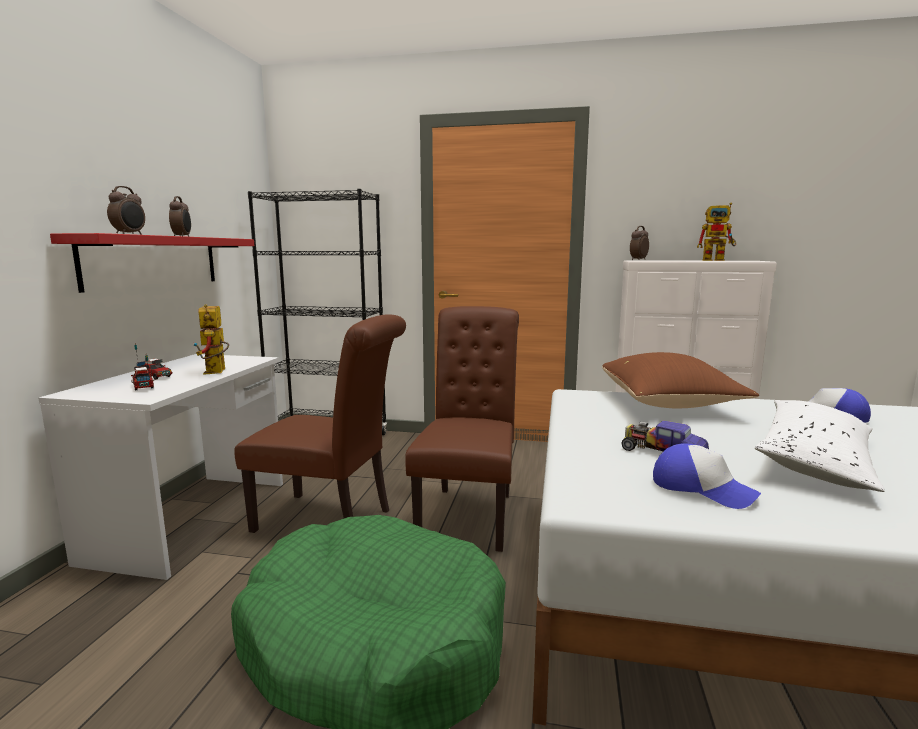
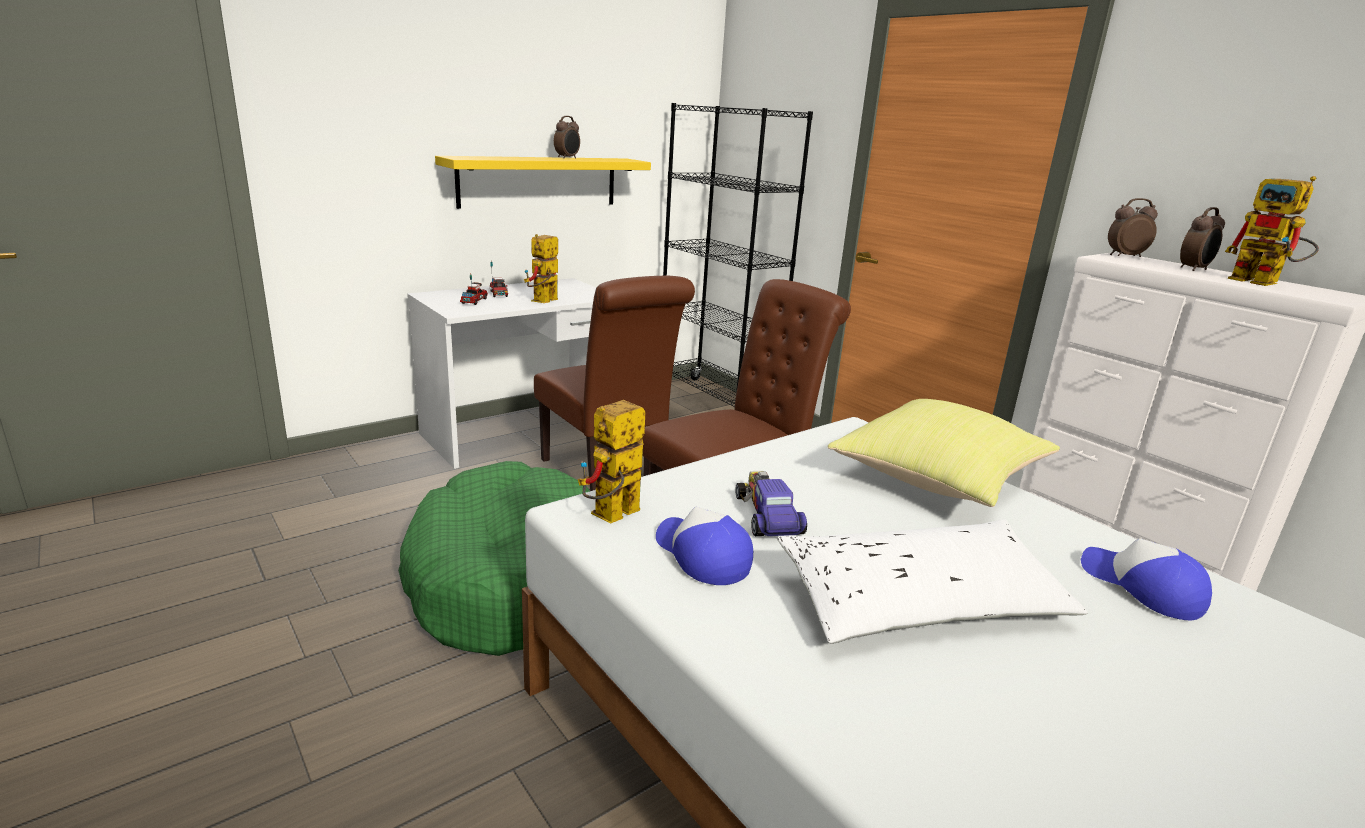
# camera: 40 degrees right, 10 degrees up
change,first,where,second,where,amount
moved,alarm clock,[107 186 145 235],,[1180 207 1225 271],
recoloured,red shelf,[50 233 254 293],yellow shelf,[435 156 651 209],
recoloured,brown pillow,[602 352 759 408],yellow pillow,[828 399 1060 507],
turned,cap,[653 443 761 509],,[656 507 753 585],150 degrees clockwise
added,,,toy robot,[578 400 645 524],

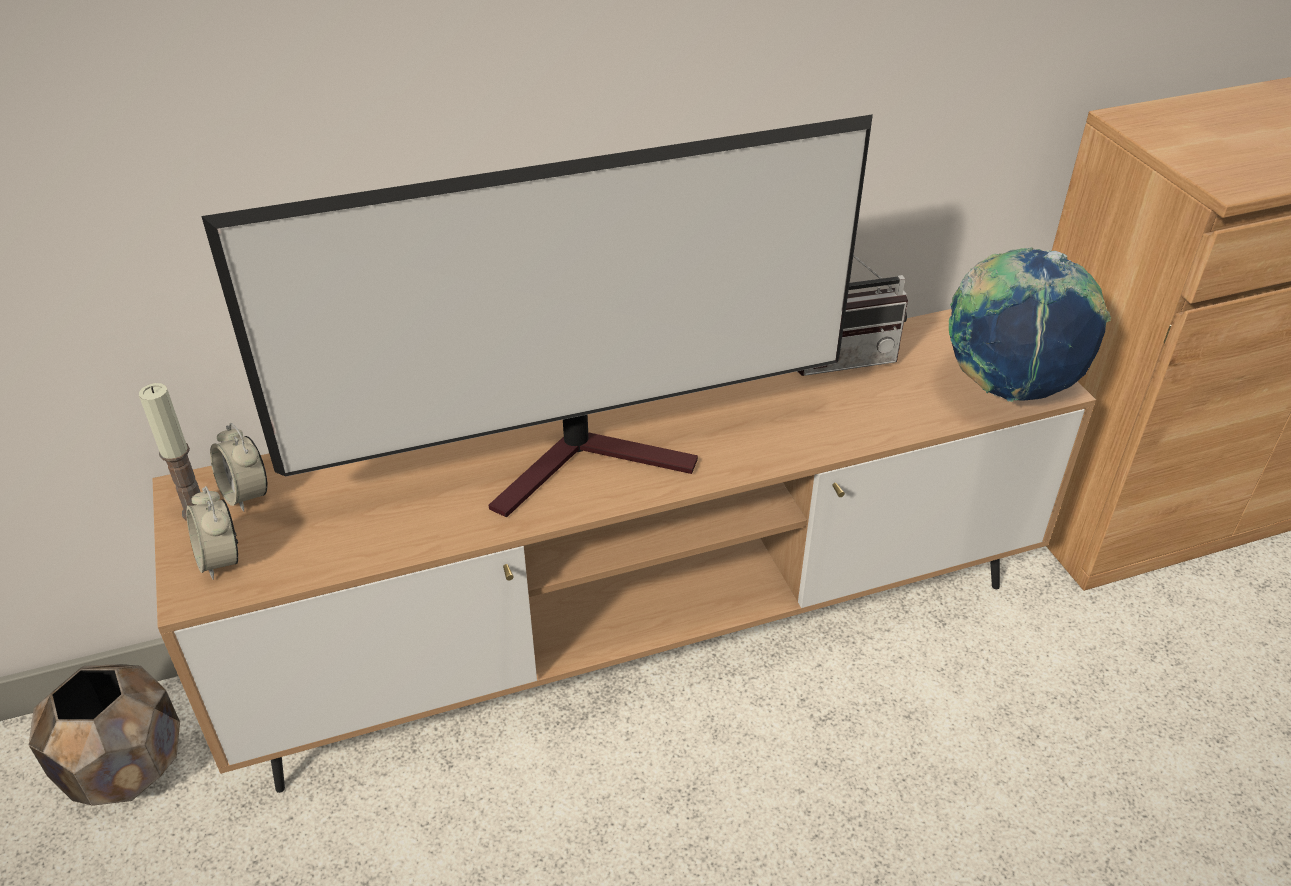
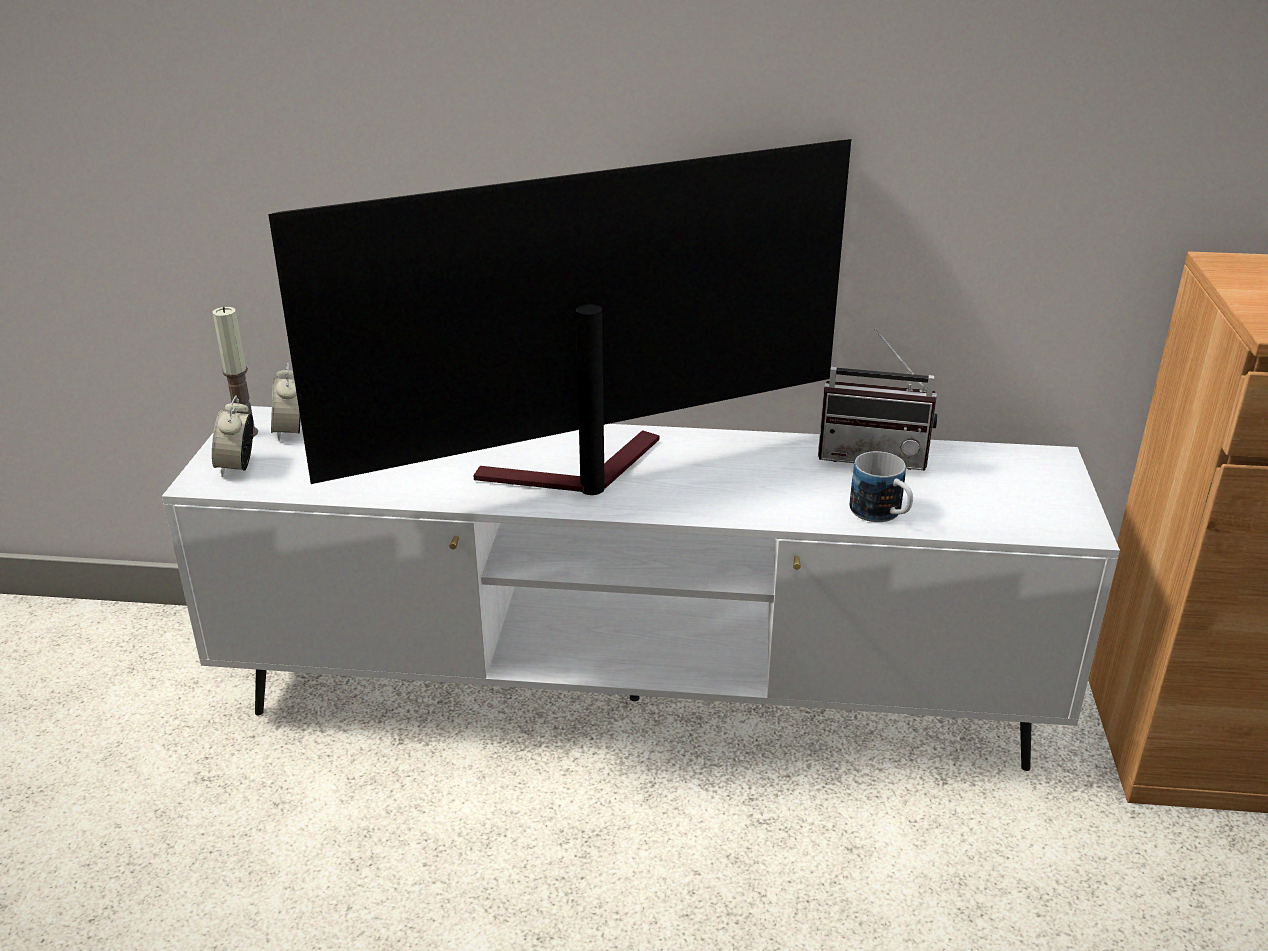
# camera: 25 degrees right, 10 degrees down
change,first,where,second,where,amount
turned,television,[201 114 873 518],,[268 139 851 495],150 degrees clockwise
removed,globe,[949 247 1111 402],,,
recoloured,brown tv stand,[153 309 1096 793],white tv stand,[162 406 1120 771],
removed,brown planter,[29 664 180 806],,,
added,,,mug,[849 451 913 522],

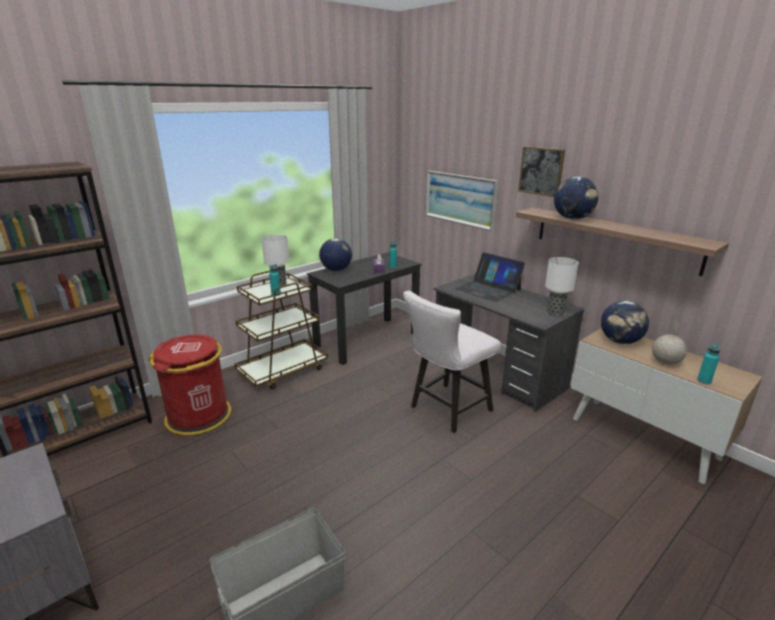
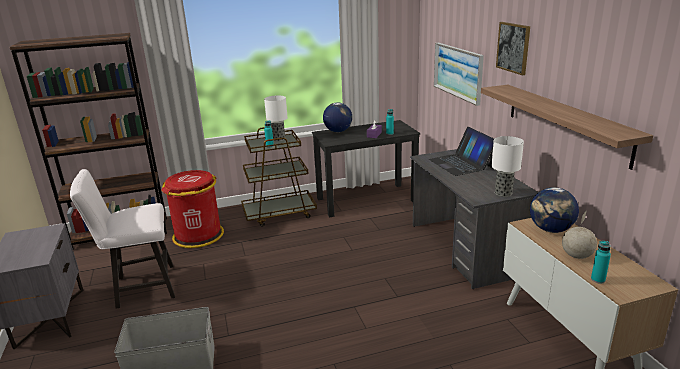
# camera: 25 degrees right, 0 degrees up
change,first,where,second,where,amount
removed,globe,[554 177 599 219],,,
moved,white chair,[403 291 501 433],,[70 169 175 309],

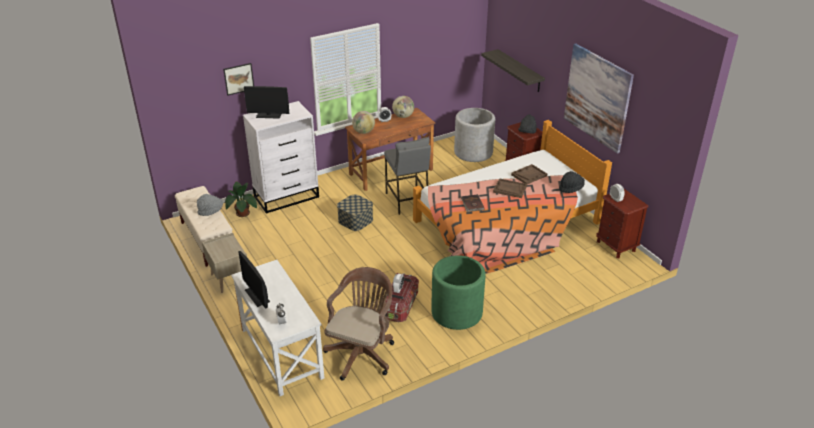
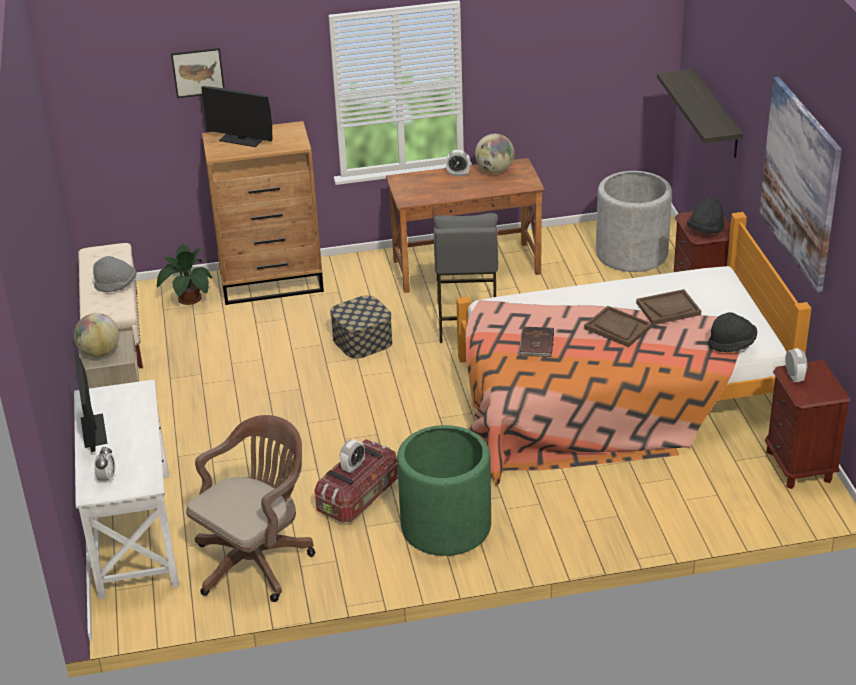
# camera: 20 degrees right, 0 degrees up
change,first,where,second,where,amount
recoloured,white dresser,[243 101 319 214],brown dresser,[202 121 324 305],
moved,globe,[352 111 375 134],,[74 313 119 357],

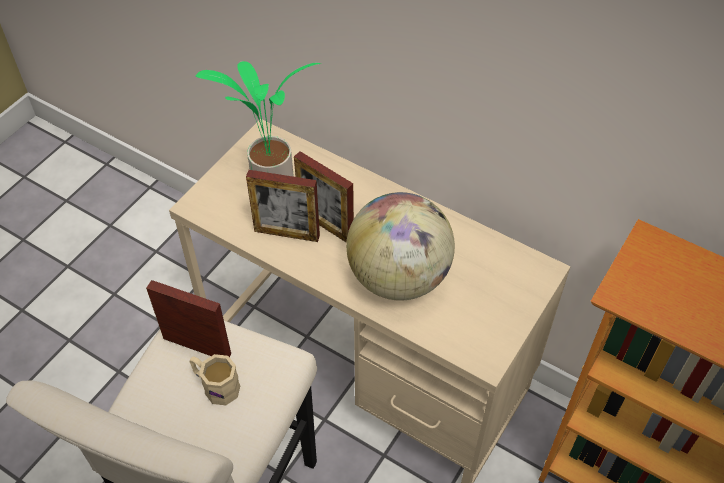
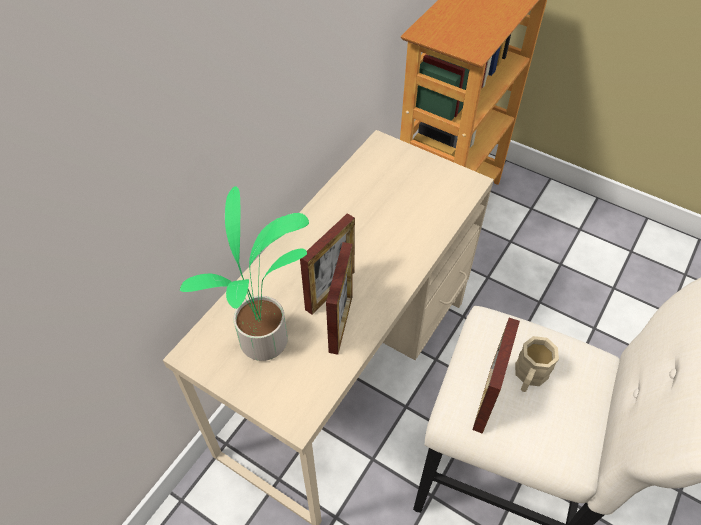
# camera: 90 degrees left, 0 degrees up
change,first,where,second,where,amount
removed,globe,[346 192 455 301],,,

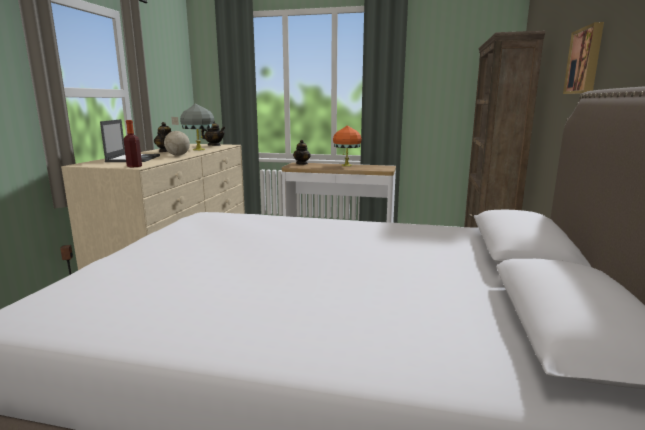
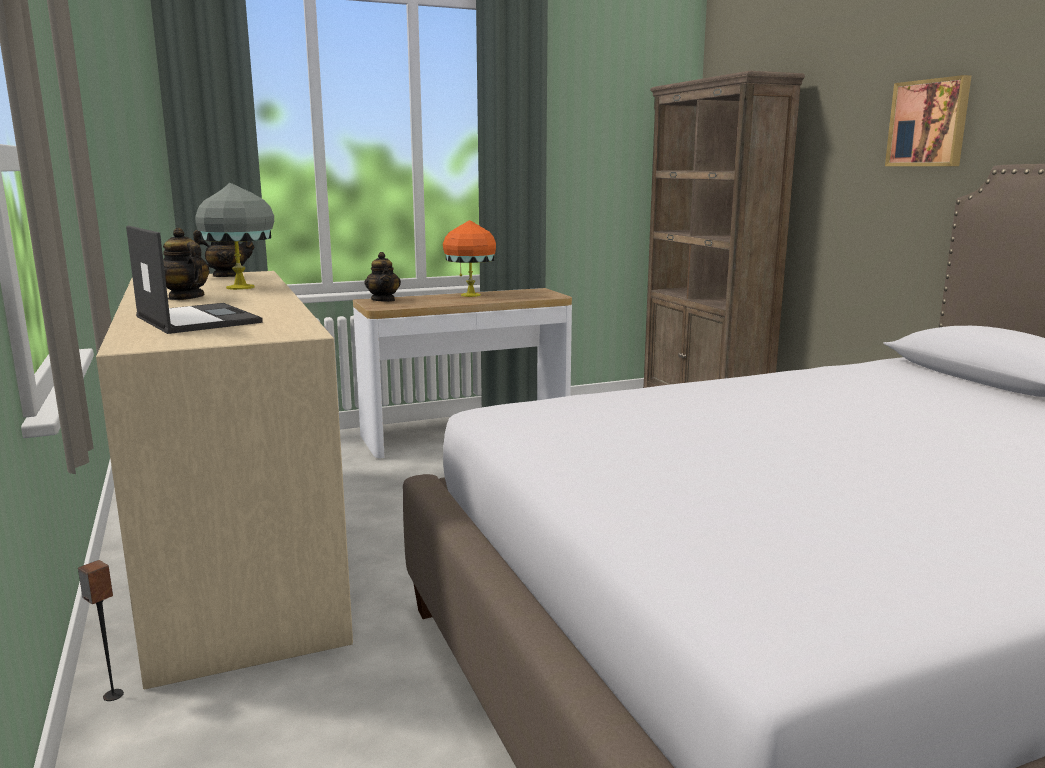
# camera: 35 degrees left, 0 degrees up
change,first,where,second,where,amount
removed,globe,[164 117 190 156],,,
removed,bottle,[124 120 142 167],,,

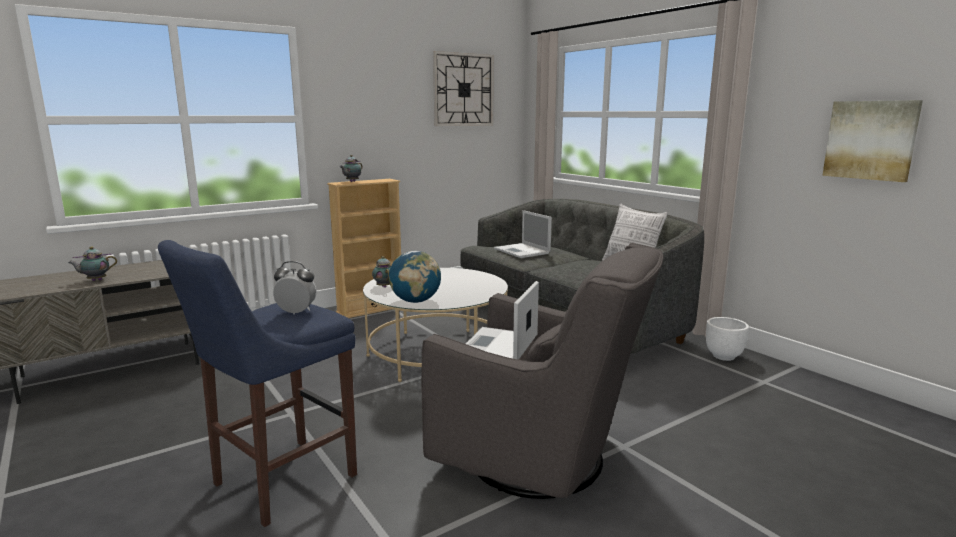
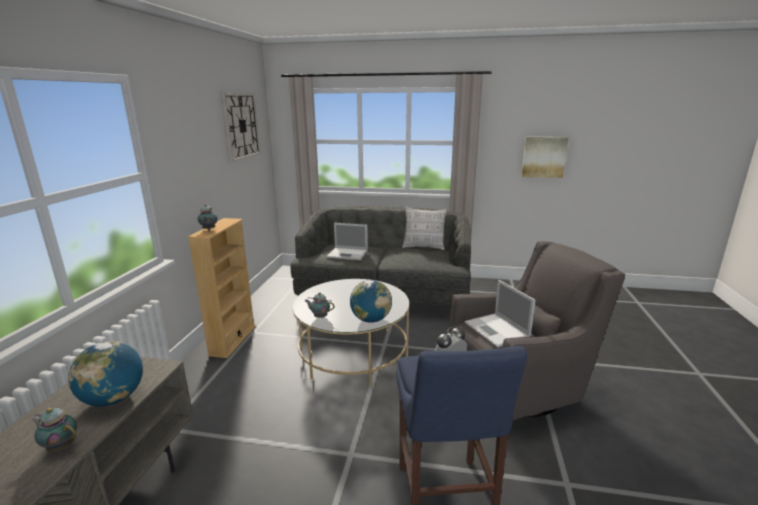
# camera: 45 degrees left, 5 degrees up
change,first,where,second,where,amount
turned,teapot,[68 246 117 281],,[31 408 77 452],90 degrees clockwise
removed,white planter,[706 317 749 361],,,
added,,,globe,[68 341 143 407],

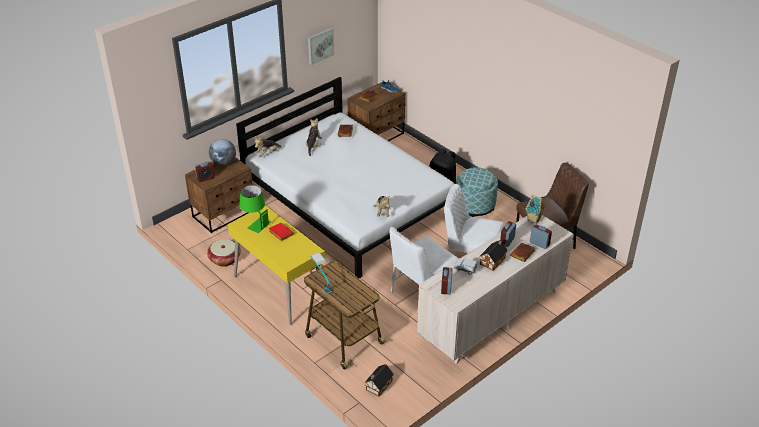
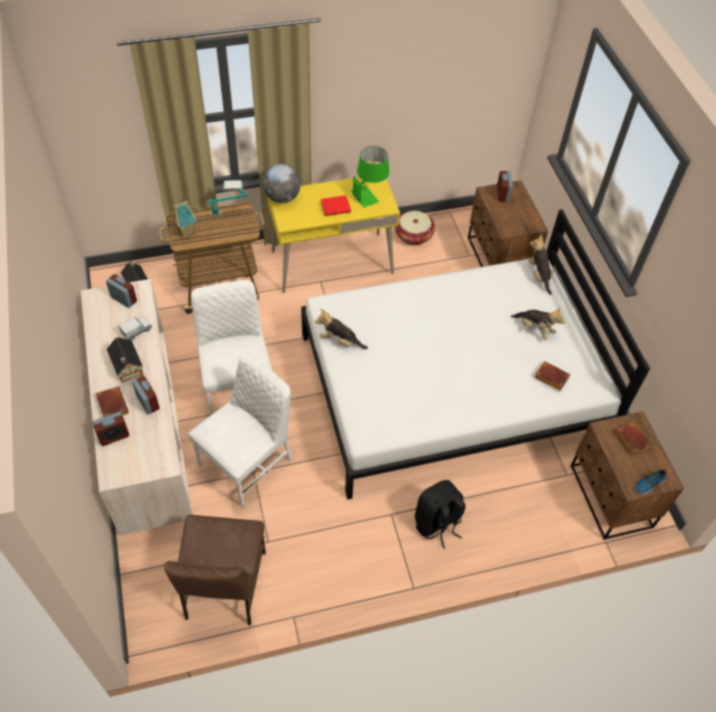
# camera: 115 degrees right, 15 degrees up
change,first,where,second,where,amount
removed,picture,[308 28 334 65],,,
moved,globe,[209 139 236 166],,[262 164 301 203],
removed,ottoman,[456 167 498 217],,,
moved,toy house,[525 195 545 224],,[170 199 197 238],

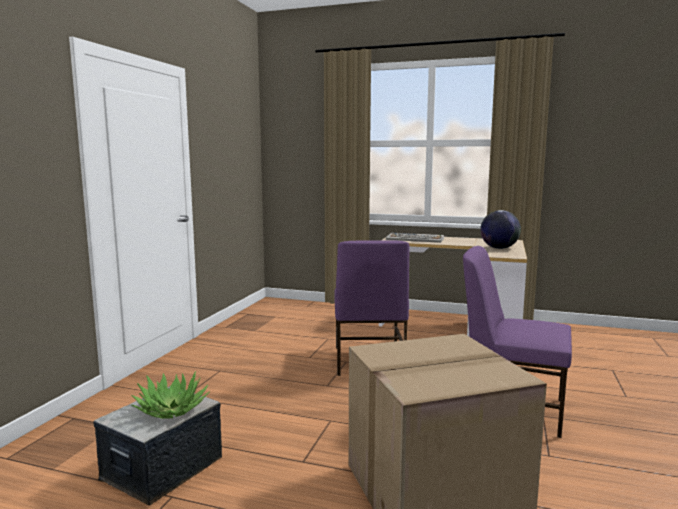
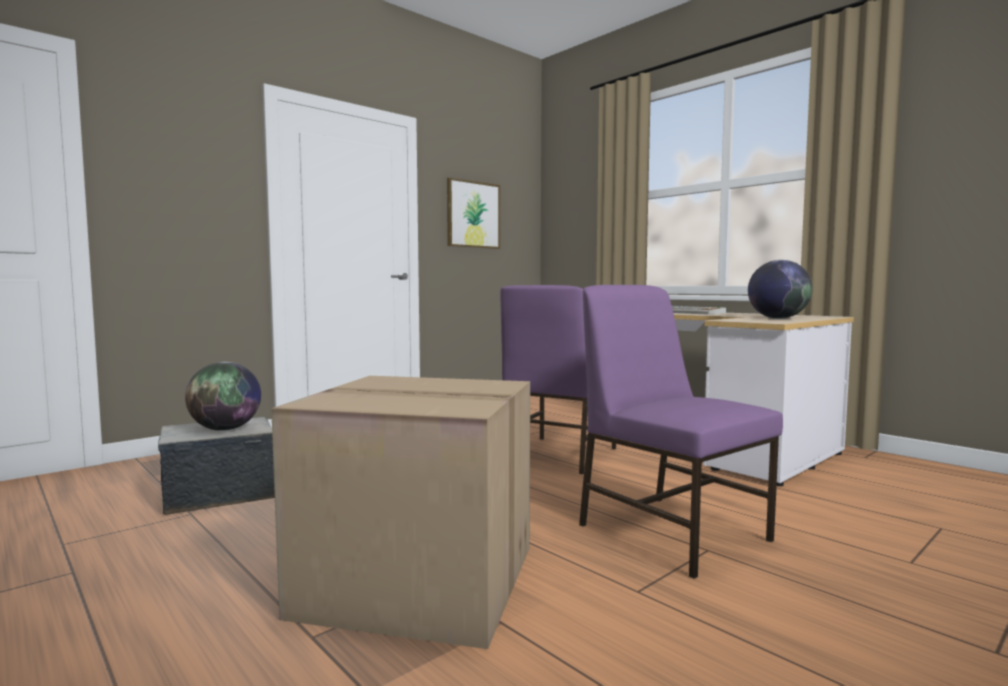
# camera: 30 degrees right, 5 degrees down
change,first,where,second,where,amount
replaced,potted plant,[131 371 209 419],globe,[185 362 261 431],
added,,,picture,[447 177 500 249],

